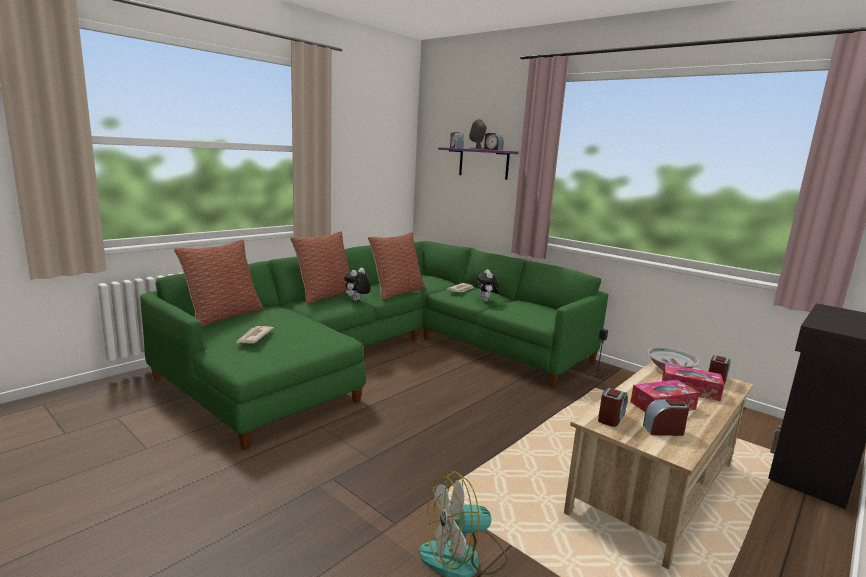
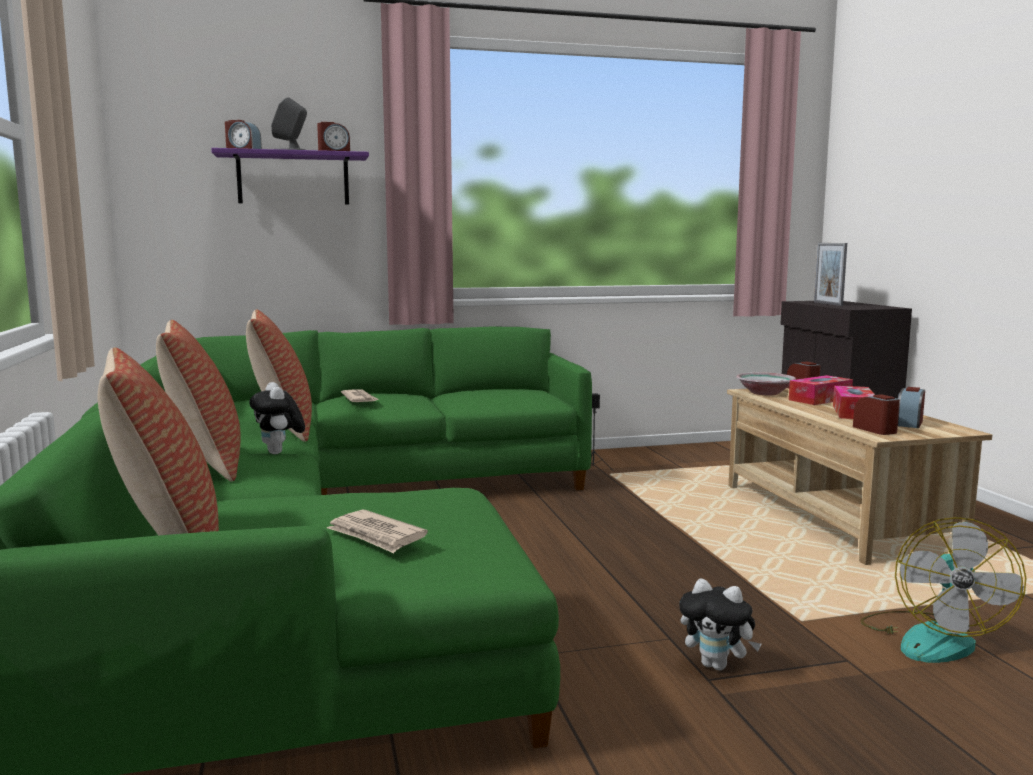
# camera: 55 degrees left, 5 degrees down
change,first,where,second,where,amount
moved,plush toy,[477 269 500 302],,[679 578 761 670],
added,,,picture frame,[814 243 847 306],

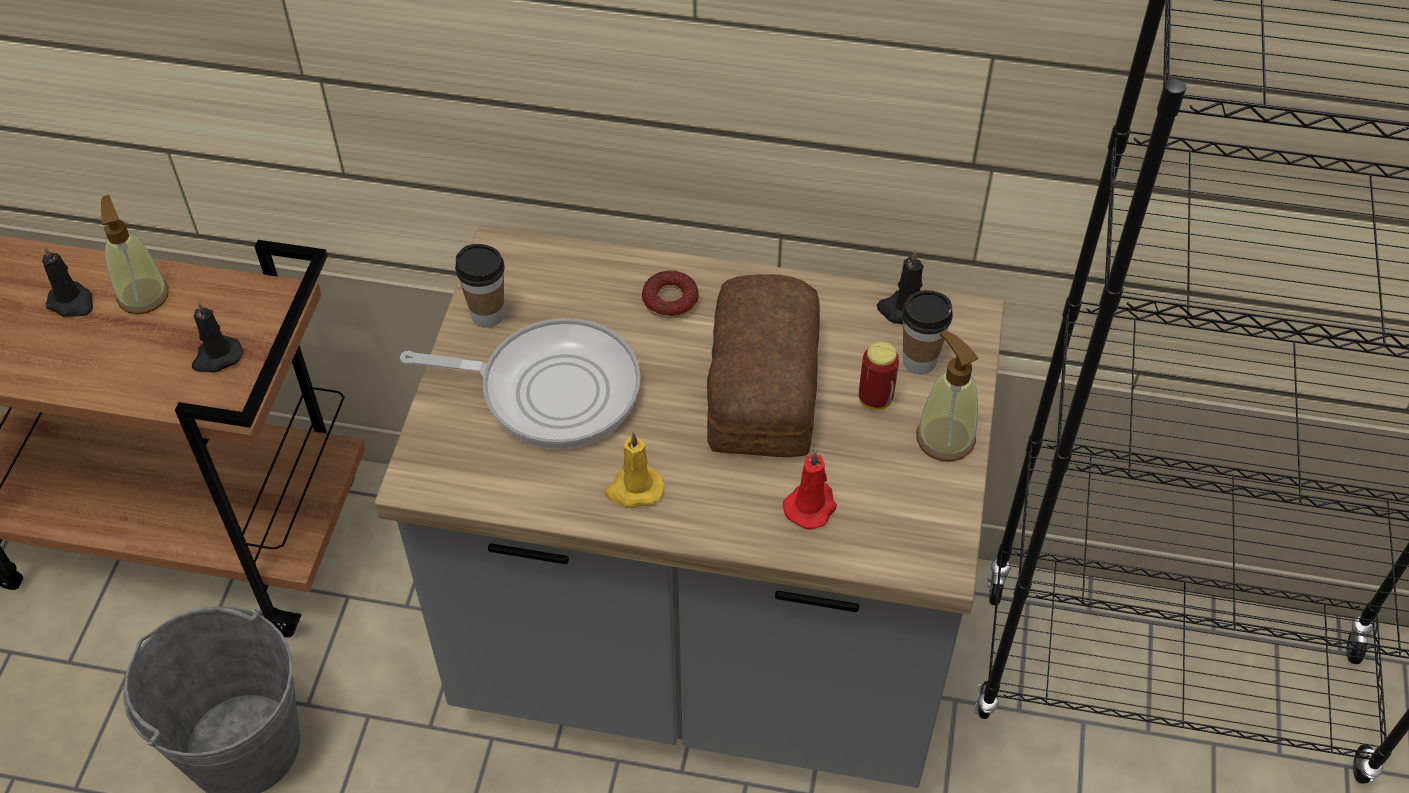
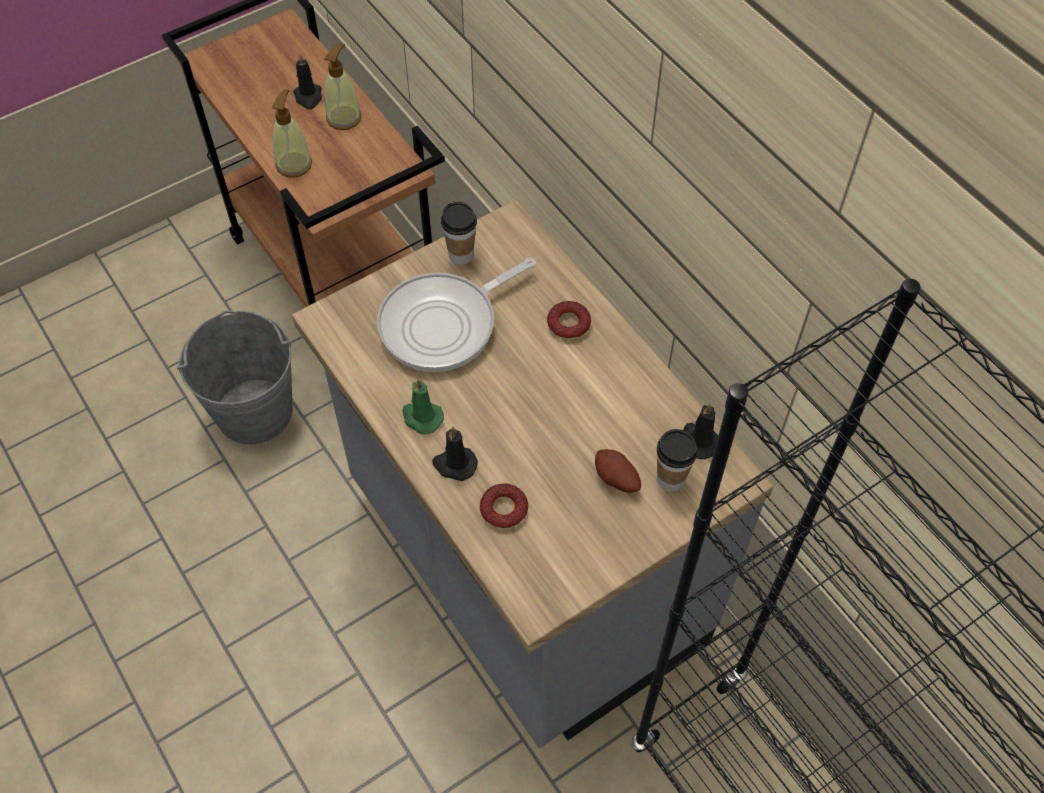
# camera: 45 degrees right, 5 degrees up
change,first,where,second,where,amount
removed,bread,[707 275 820 457],,,
moved,black candle,[192 301 243 373],,[432 427 478 481],
turned,frying pan,[400 318 641 449],,[377 258 536 372],90 degrees clockwise
moved,soap dispenser,[916 331 978 462],,[272 89 312 178],
replaced,can,[859 341 899 410],potato,[595 449 641 493],
recoloured,yellow candle,[605 432 664 508],green candle,[402 379 444 434],
replaced,red candle,[783 450 837 530],donut,[480 483 528 529],

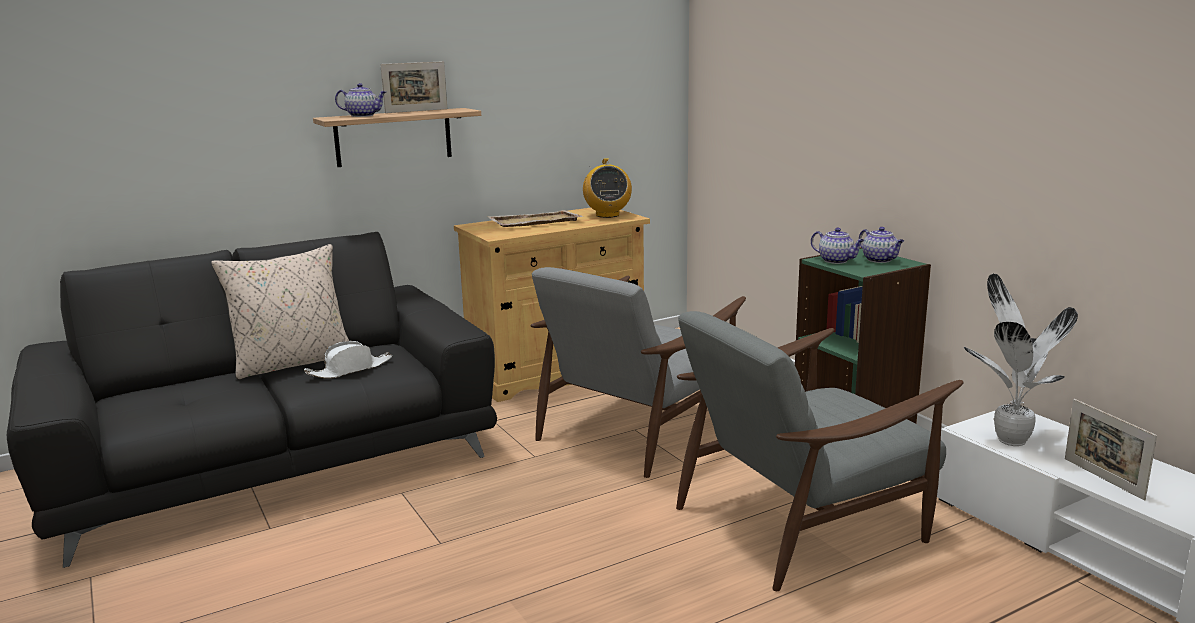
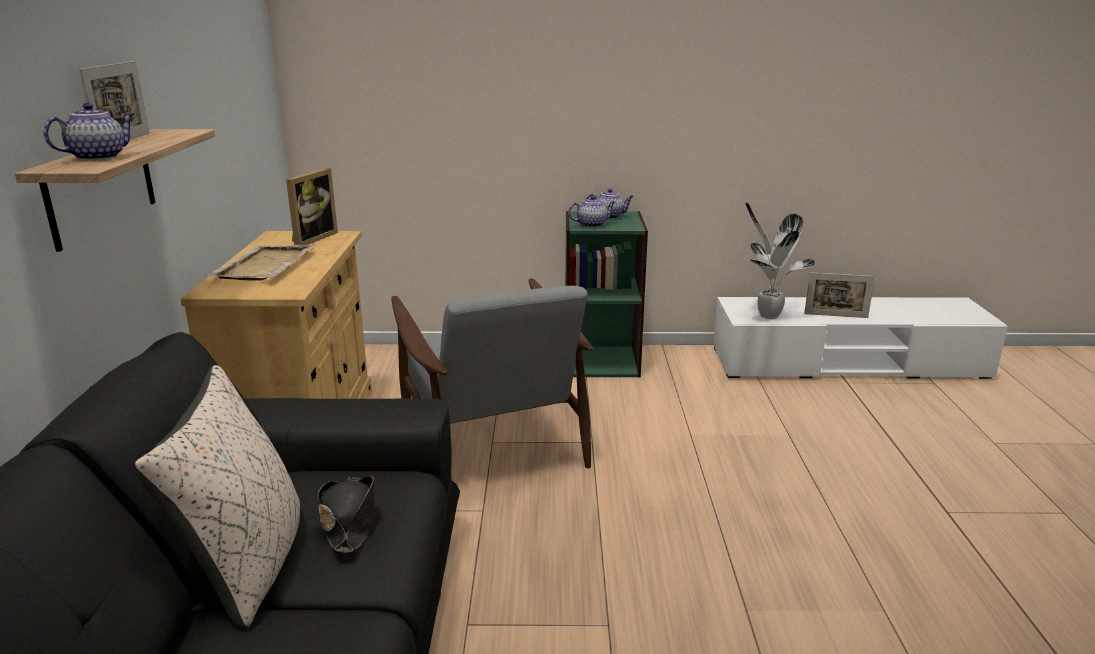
# camera: 60 degrees left, 5 degrees up
change,first,where,second,where,amount
replaced,radio,[583 158 632 218],picture frame,[286 168 338 245],
removed,grey armchair,[676 311 964 591],,,
recoloured,white hat,[304 341 392 379],black hat,[318 476 375 553],

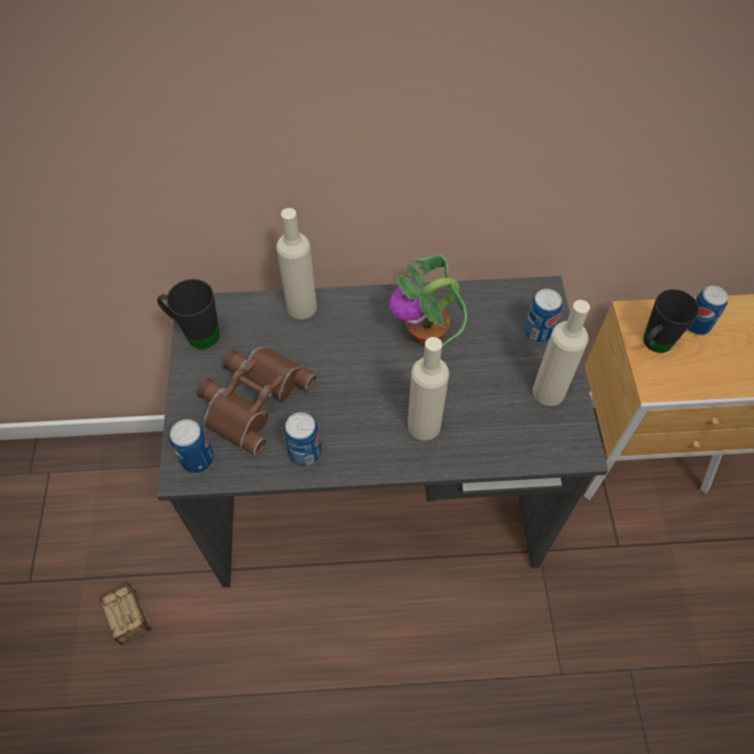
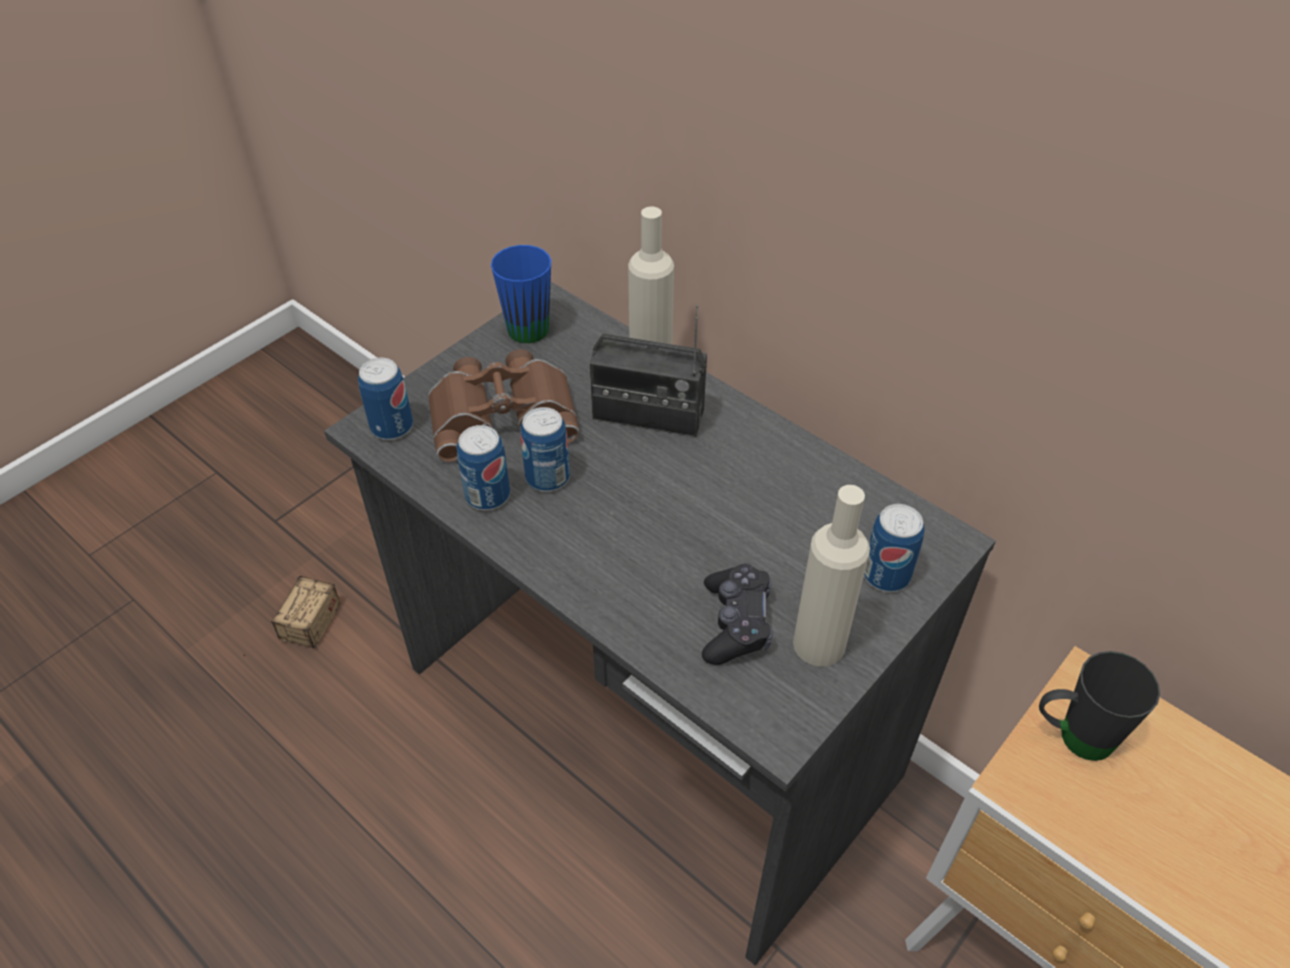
# camera: 45 degrees right, 10 degrees down
change,first,where,second,where,amount
removed,potted plant,[389 255 467 346],,,
recoloured,black mug,[157 279 220 349],blue mug,[491 245 551 343],
moved,can,[687 286 728 335],,[520 407 570 492],
removed,beige bottle,[408 337 449 441],,,
added,,,radio,[590 305 707 437],
added,,,black game controller,[702 564 773 665],

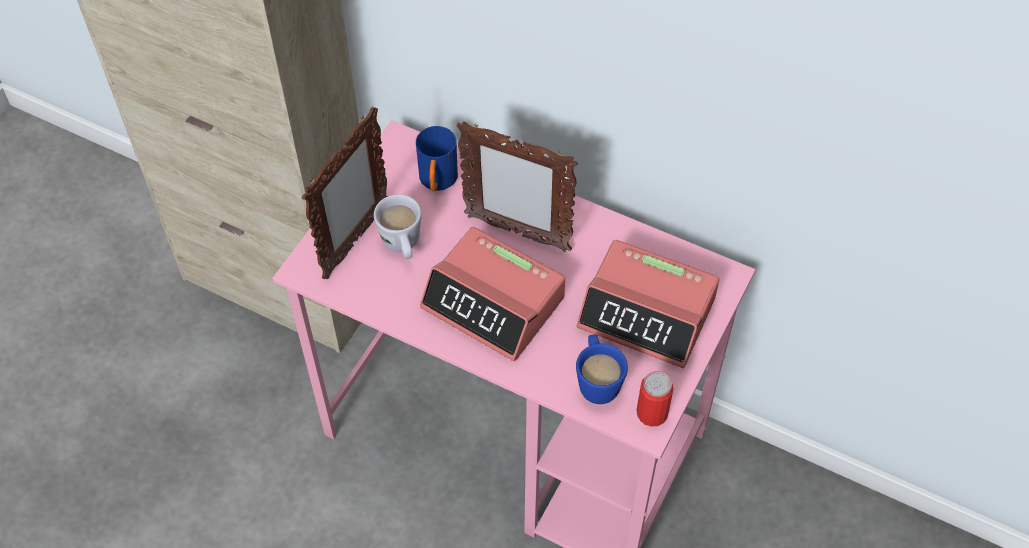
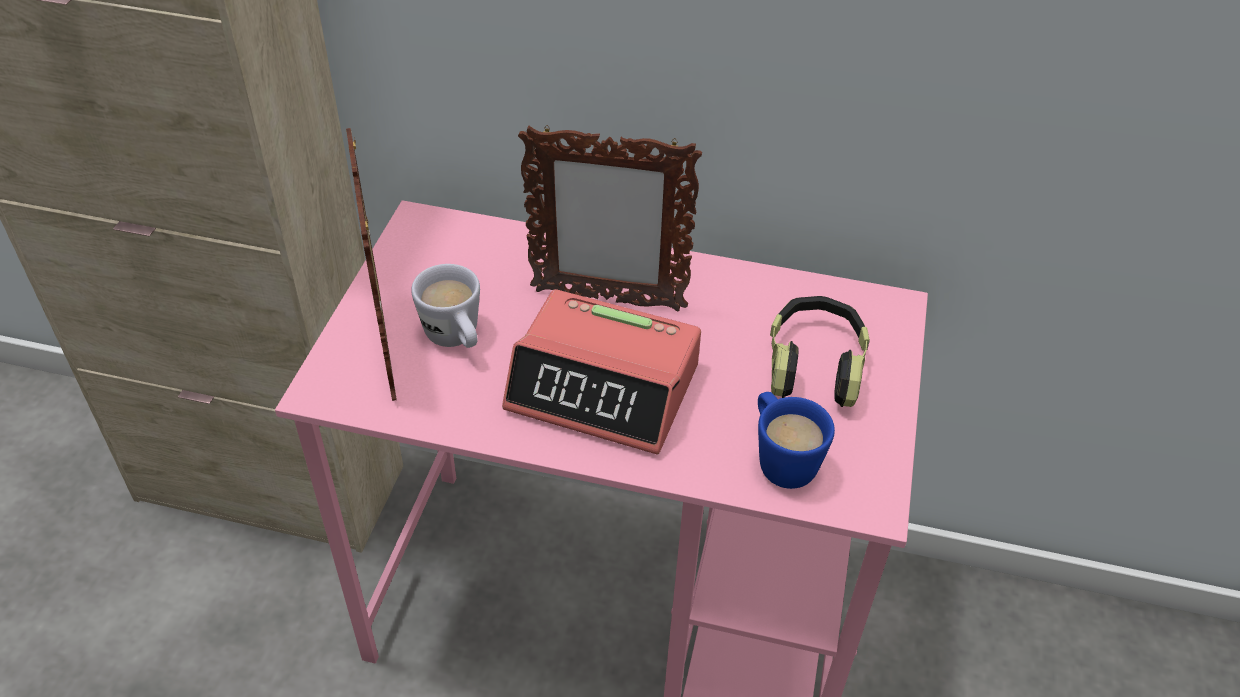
# camera: 15 degrees left, 10 degrees down
change,first,where,second,where,amount
turned,picture frame,[302 107 388 279],,[346 128 397 401],150 degrees clockwise
removed,blue mug,[416 126 458 191],,,
replaced,alarm clock,[577 240 719 368],headphones,[770 296 870 407],
removed,can,[636 371 673 427],,,

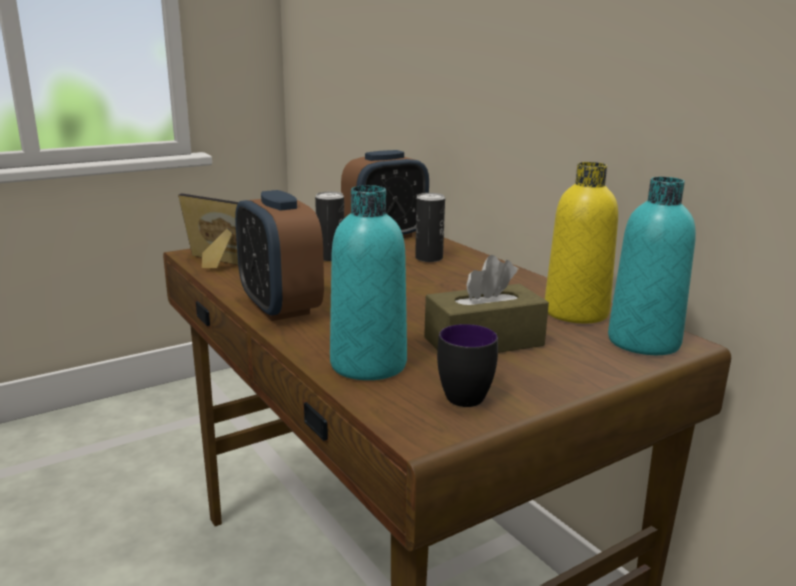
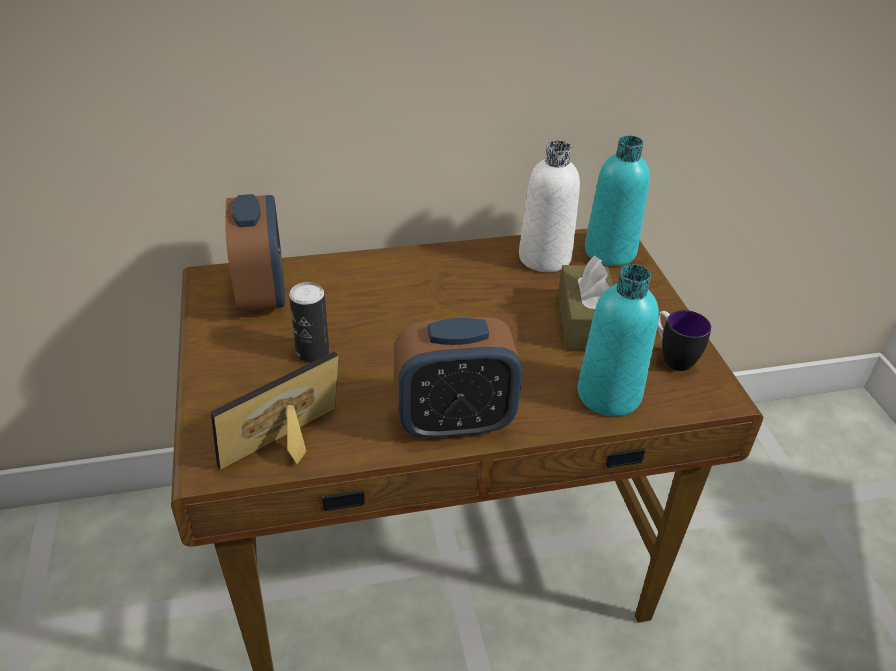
# camera: 70 degrees left, 20 degrees up
change,first,where,second,where,amount
recoloured,yellow bottle,[545 162 618 323],white bottle,[519 140 580 272],
removed,can,[415 193 445 262],,,

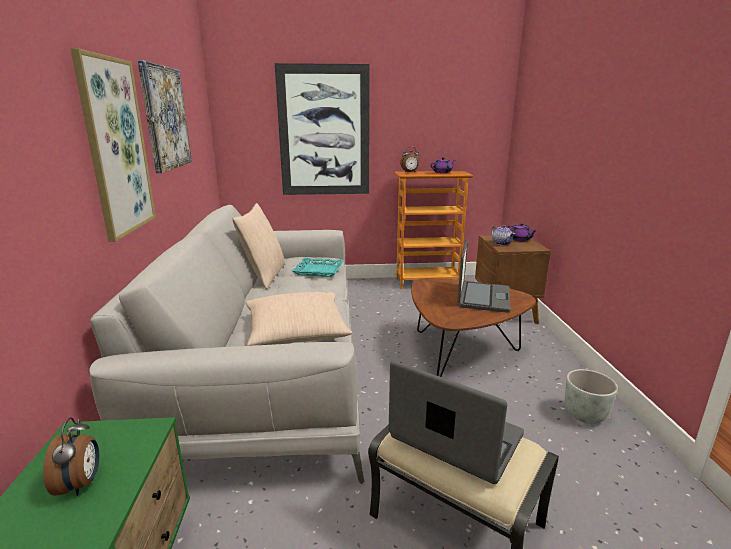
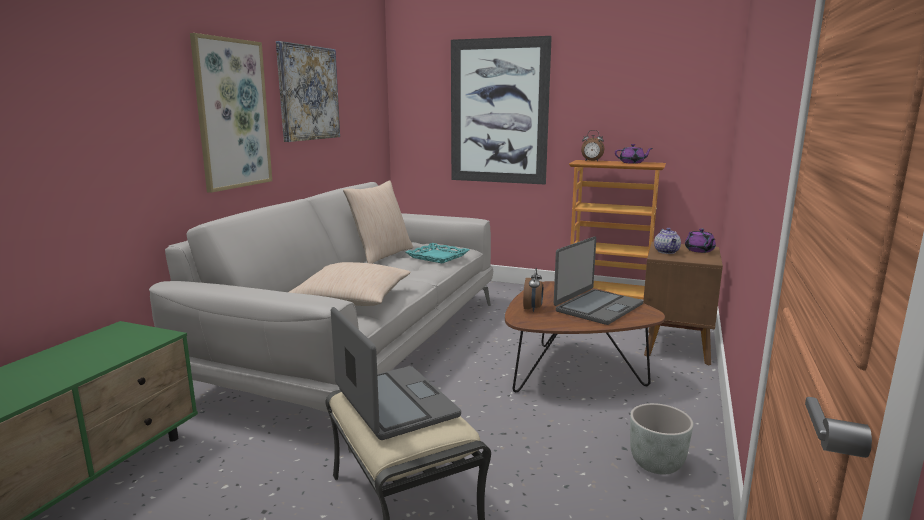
# camera: 25 degrees right, 5 degrees down
change,first,where,second,where,amount
moved,alarm clock,[43 417 99 496],,[523 268 543 312],

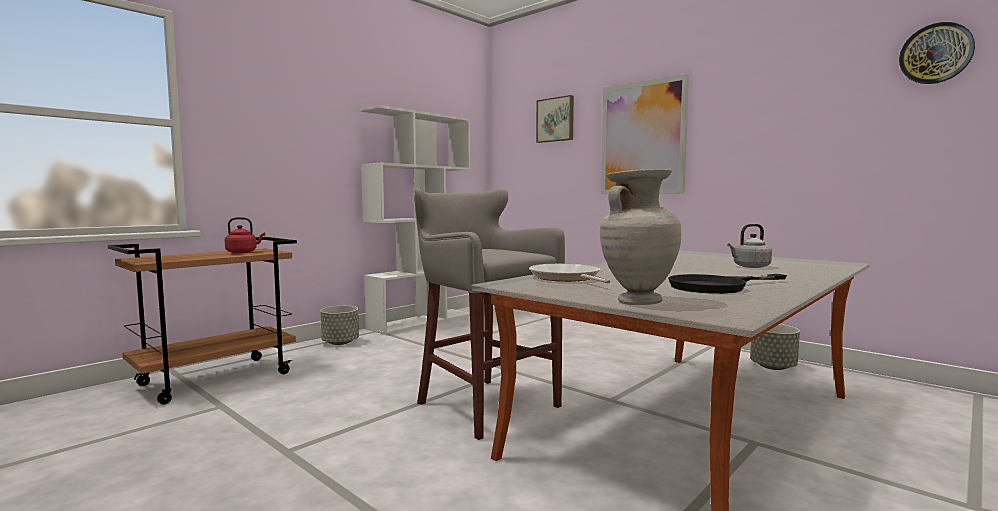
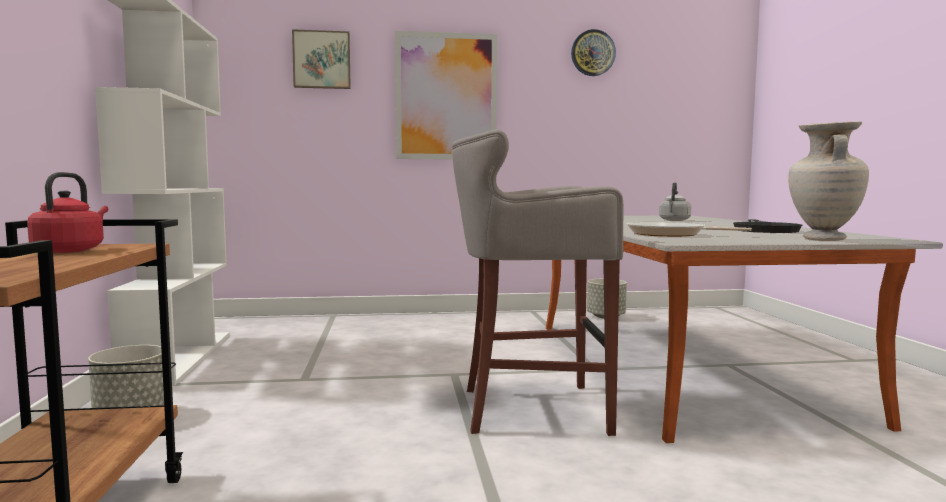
# camera: 50 degrees left, 0 degrees up
change,first,where,second,where,amount
moved,wall clock,[899 22 975 84],,[571 29 616 76],

